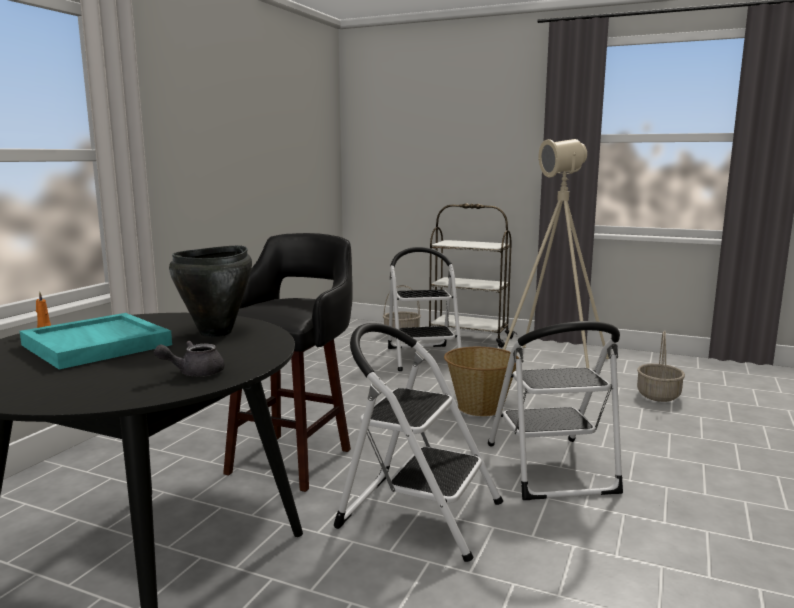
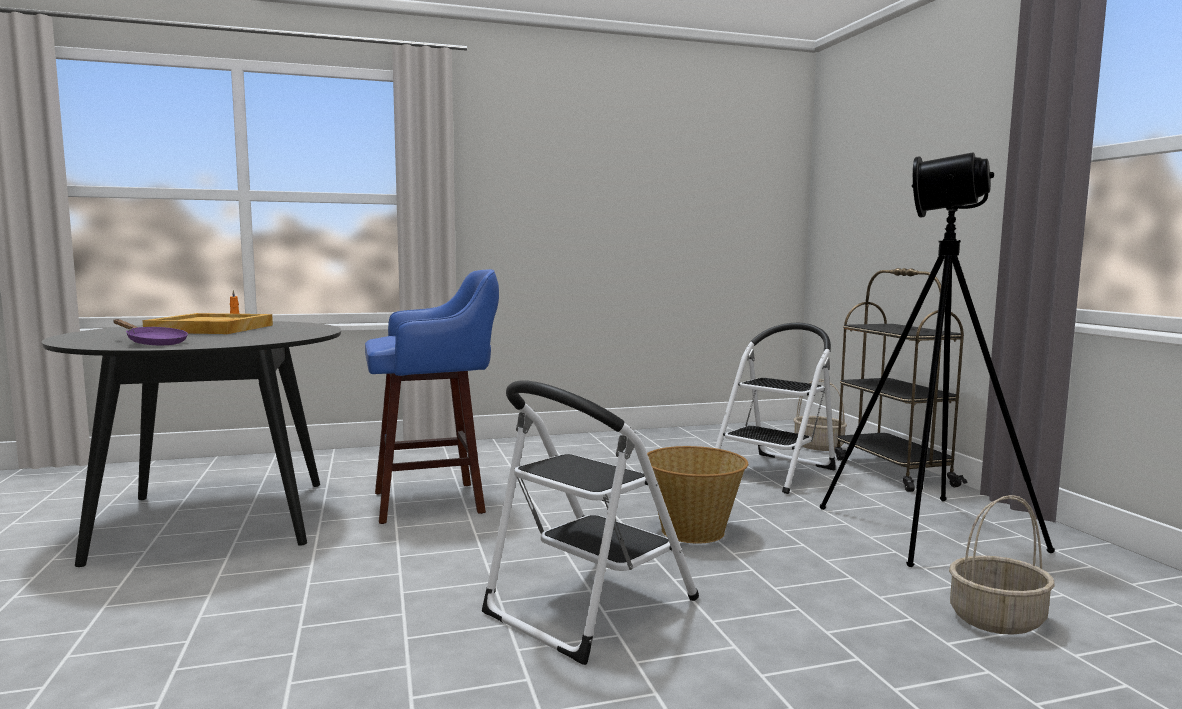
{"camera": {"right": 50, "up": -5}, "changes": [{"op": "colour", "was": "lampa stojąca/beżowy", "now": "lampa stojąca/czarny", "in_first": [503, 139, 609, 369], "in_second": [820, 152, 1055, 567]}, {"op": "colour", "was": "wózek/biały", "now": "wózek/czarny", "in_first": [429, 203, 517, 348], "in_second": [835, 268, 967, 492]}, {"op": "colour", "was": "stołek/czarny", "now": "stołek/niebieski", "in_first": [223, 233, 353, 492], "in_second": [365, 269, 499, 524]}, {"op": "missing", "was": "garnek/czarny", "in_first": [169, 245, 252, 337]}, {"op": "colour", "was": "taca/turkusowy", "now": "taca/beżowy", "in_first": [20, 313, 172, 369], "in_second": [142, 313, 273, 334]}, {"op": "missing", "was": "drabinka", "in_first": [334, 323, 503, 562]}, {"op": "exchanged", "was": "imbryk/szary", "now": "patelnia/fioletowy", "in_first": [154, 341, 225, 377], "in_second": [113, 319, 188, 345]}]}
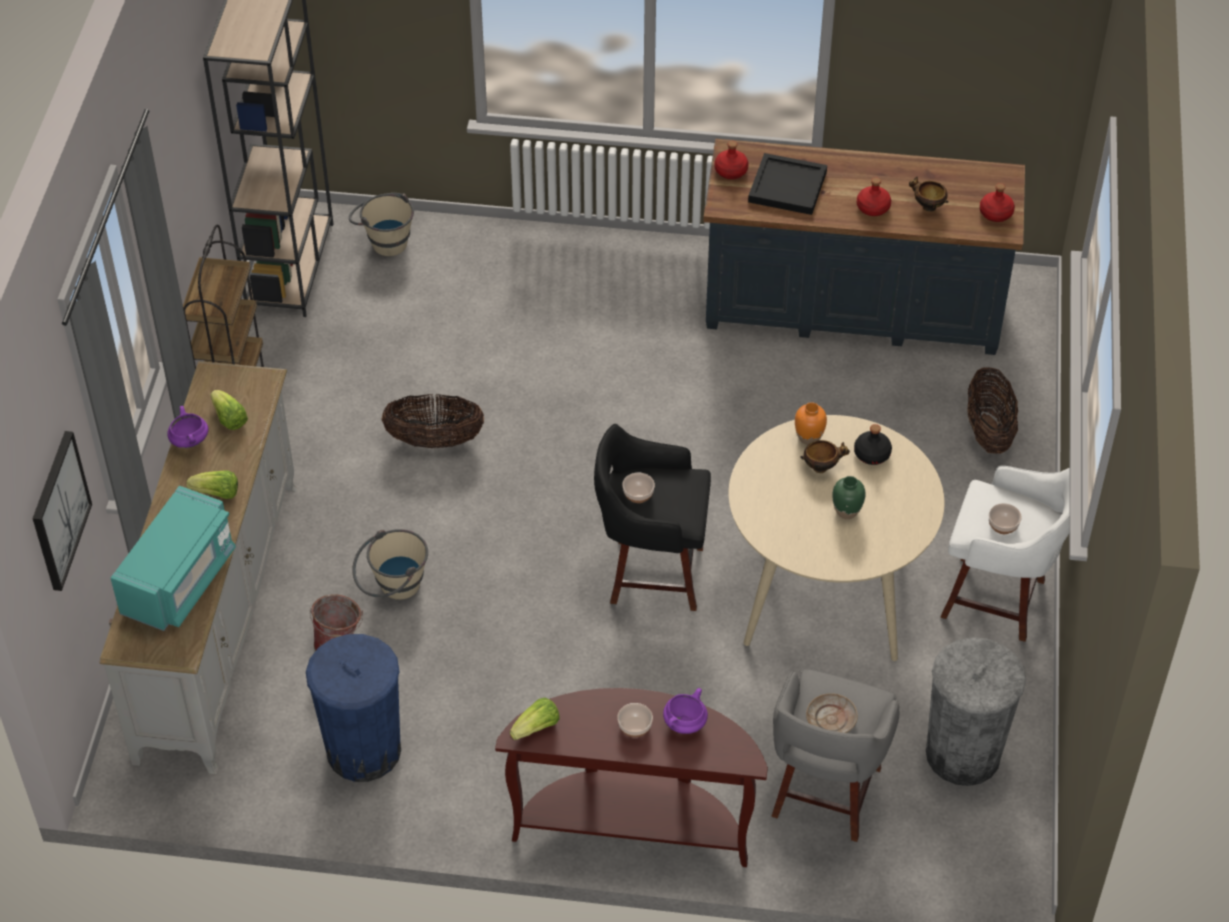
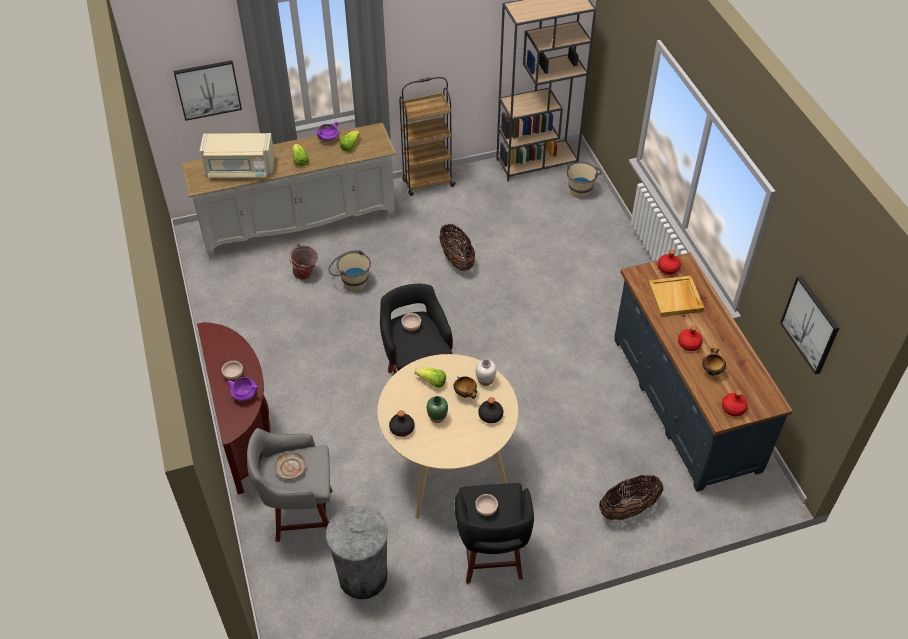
{"camera": {"right": 65, "up": 0}, "changes": [{"op": "colour", "was": "taca/czarny", "now": "taca/beżowy", "in_first": [748, 153, 827, 215], "in_second": [648, 276, 704, 317]}, {"op": "colour", "was": "wazon/pomarańczowy", "now": "wazon/biały", "in_first": [795, 402, 827, 445], "in_second": [476, 359, 496, 386]}, {"op": "colour", "was": "stołek/biały", "now": "stołek/czarny", "in_first": [941, 466, 1070, 642], "in_second": [455, 483, 534, 584]}, {"op": "colour", "was": "mikrofalówka/turkusowy", "now": "mikrofalówka/beżowy", "in_first": [111, 486, 236, 631], "in_second": [200, 133, 275, 178]}, {"op": "missing", "was": "kosz na śmieci/niebieski", "in_first": [306, 634, 401, 782]}, {"op": "relocated", "was": "sałata", "in_first": [510, 697, 560, 740], "in_second": [415, 367, 446, 388]}, {"op": "appeared", "now": "obraz", "in_second": [780, 276, 840, 375]}, {"op": "appeared", "now": "butelka/czarny", "in_second": [389, 410, 414, 437]}]}
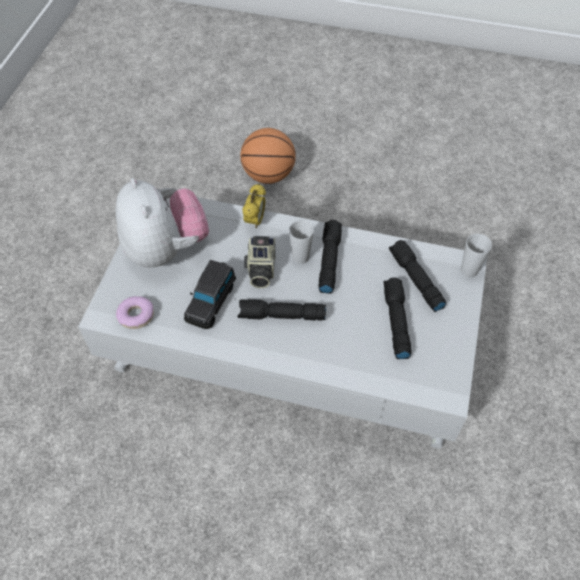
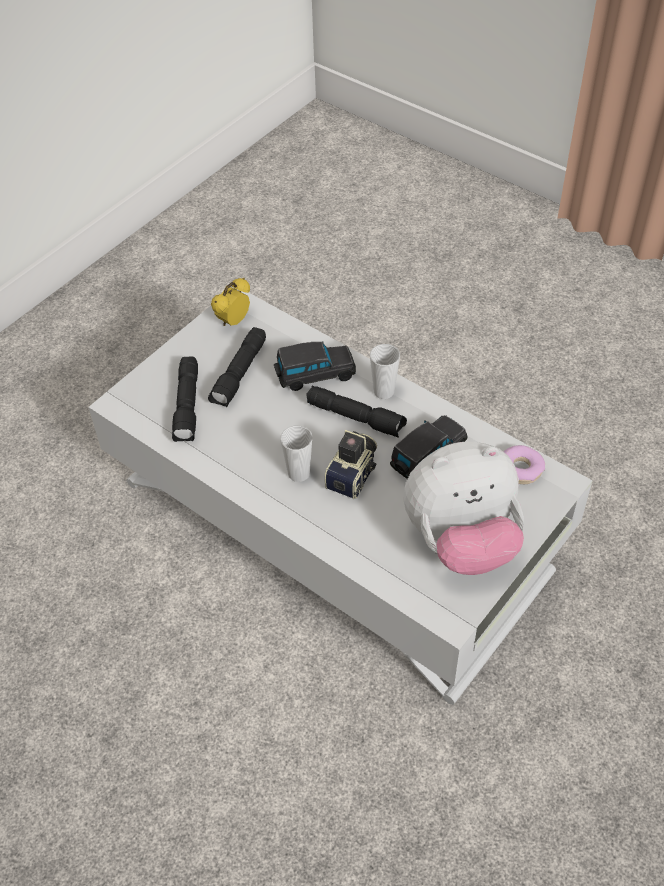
{"camera": {"right": -155, "up": -5}, "changes": [{"op": "missing", "was": "piłka do koszykówki", "in_first": [240, 128, 296, 184]}, {"op": "spun", "was": "pluszak", "in_first": [115, 178, 209, 267], "in_second": [403, 442, 524, 575], "clockwise": -105}, {"op": "relocated", "was": "budzik", "in_first": [242, 184, 266, 228], "in_second": [211, 278, 250, 326]}, {"op": "missing", "was": "latarka/czarny", "in_first": [318, 220, 342, 294]}, {"op": "relocated", "was": "filiżanka", "in_first": [461, 234, 492, 278], "in_second": [370, 344, 400, 399]}, {"op": "appeared", "now": "samochodzik/czarny", "in_second": [274, 341, 356, 391]}]}
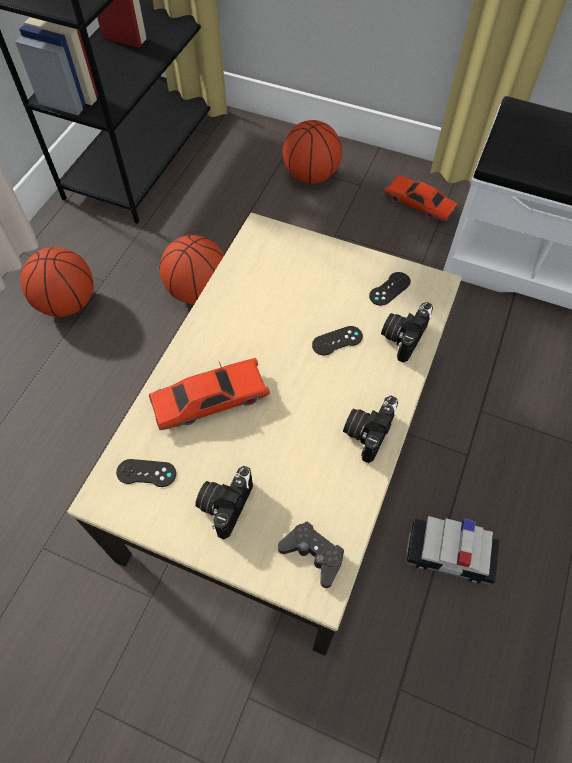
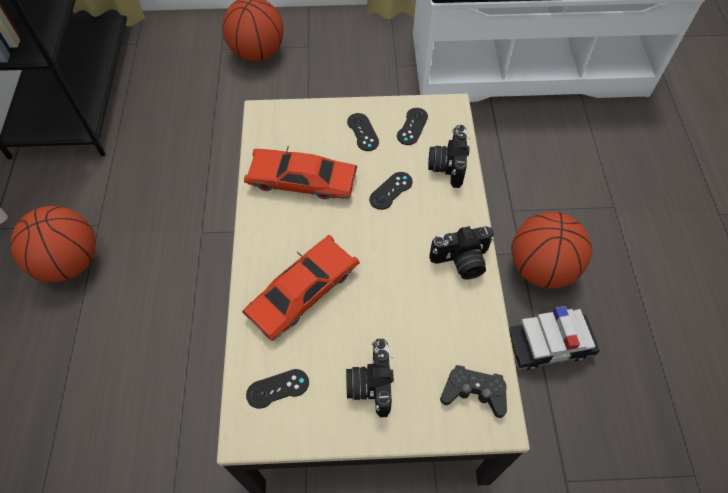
{"camera": {"right": -25, "up": 0}, "changes": [{"op": "relocated", "was": "samochodzik/czerwony", "in_first": [384, 174, 458, 222], "in_second": [244, 147, 357, 199]}, {"op": "relocated", "was": "piłka do koszykówki", "in_first": [159, 235, 224, 304], "in_second": [511, 212, 592, 288]}, {"op": "spun", "was": "aparat fotograficzny", "in_first": [343, 395, 398, 463], "in_second": [429, 226, 494, 280], "clockwise": -105}, {"op": "appeared", "now": "pad do gier/czarny", "in_second": [347, 113, 379, 151]}]}
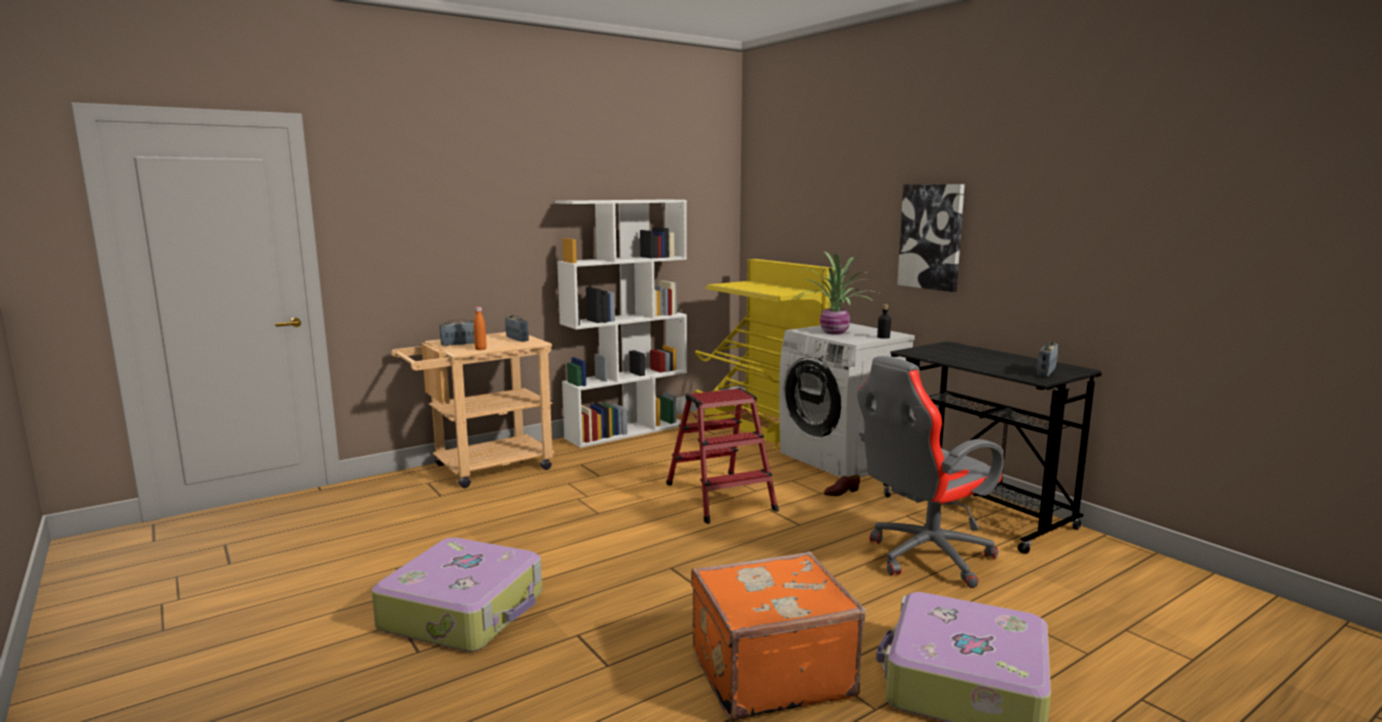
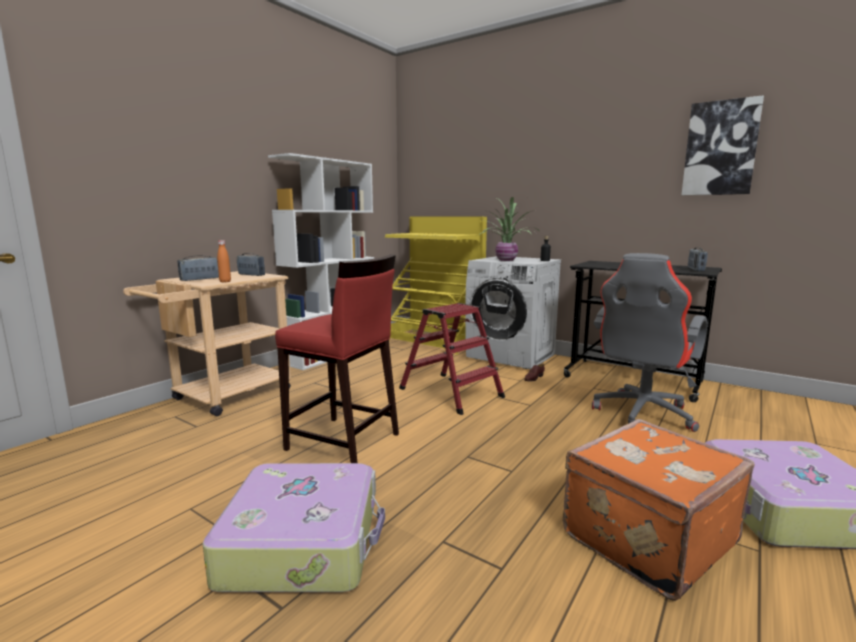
{"camera": {"right": -20, "up": 0}, "changes": [{"op": "relocated", "was": "obraz", "in_first": [897, 184, 965, 292], "in_second": [681, 95, 764, 195]}, {"op": "appeared", "now": "stołek/czerwony", "in_second": [275, 254, 399, 463]}]}
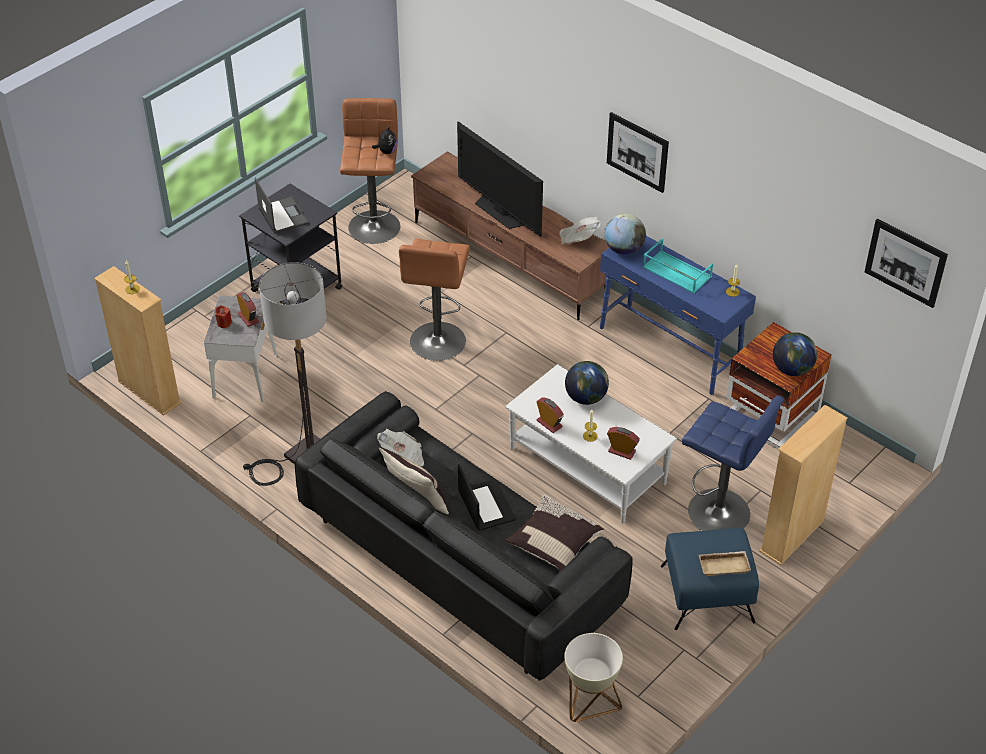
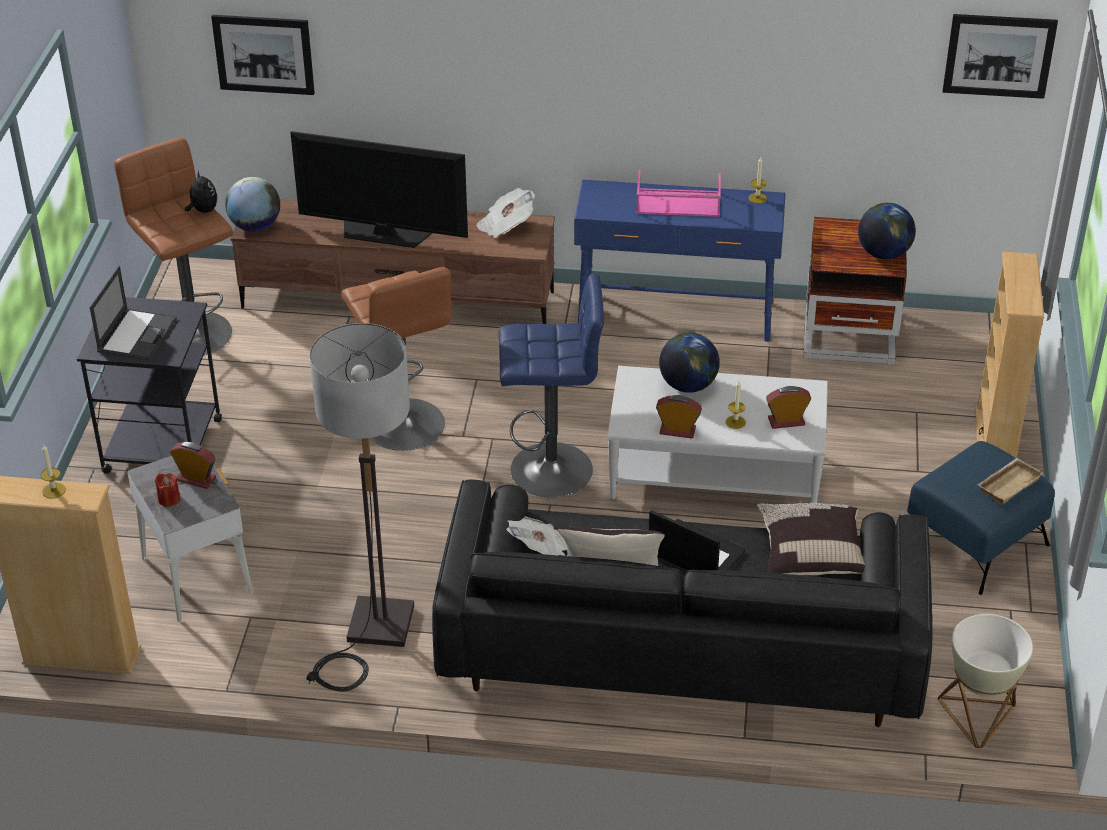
{"camera": {"right": -35, "up": -5}, "changes": [{"op": "relocated", "was": "obraz", "in_first": [607, 112, 669, 193], "in_second": [211, 15, 315, 95]}, {"op": "spun", "was": "laptop", "in_first": [255, 177, 309, 234], "in_second": [90, 266, 177, 361], "clockwise": 75}, {"op": "relocated", "was": "globus", "in_first": [605, 214, 646, 255], "in_second": [225, 177, 280, 232]}, {"op": "colour", "was": "taca/turkusowy", "now": "taca/różowy", "in_first": [643, 238, 713, 293], "in_second": [636, 171, 721, 217]}, {"op": "relocated", "was": "stołek/niebieski", "in_first": [682, 395, 784, 531], "in_second": [499, 274, 604, 497]}]}
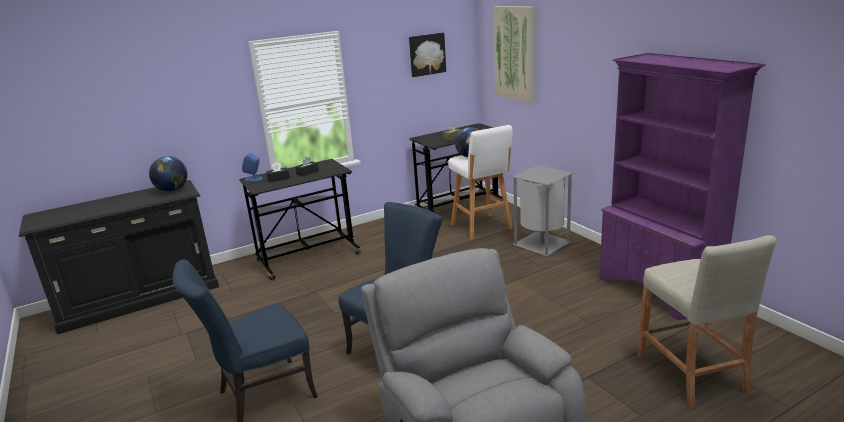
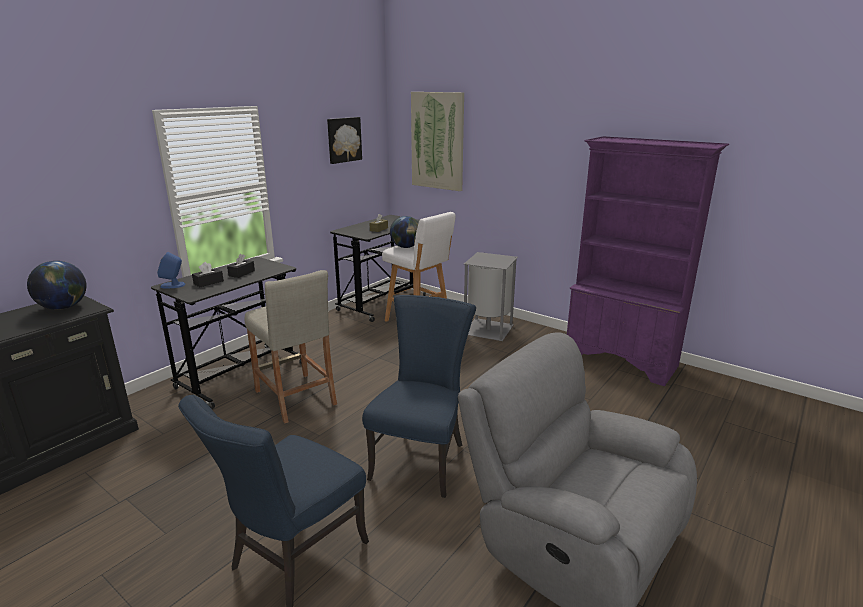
{"camera": {"right": -25, "up": 0}, "changes": [{"op": "relocated", "was": "stołek/beżowy", "in_first": [637, 235, 777, 408], "in_second": [244, 270, 337, 423]}]}
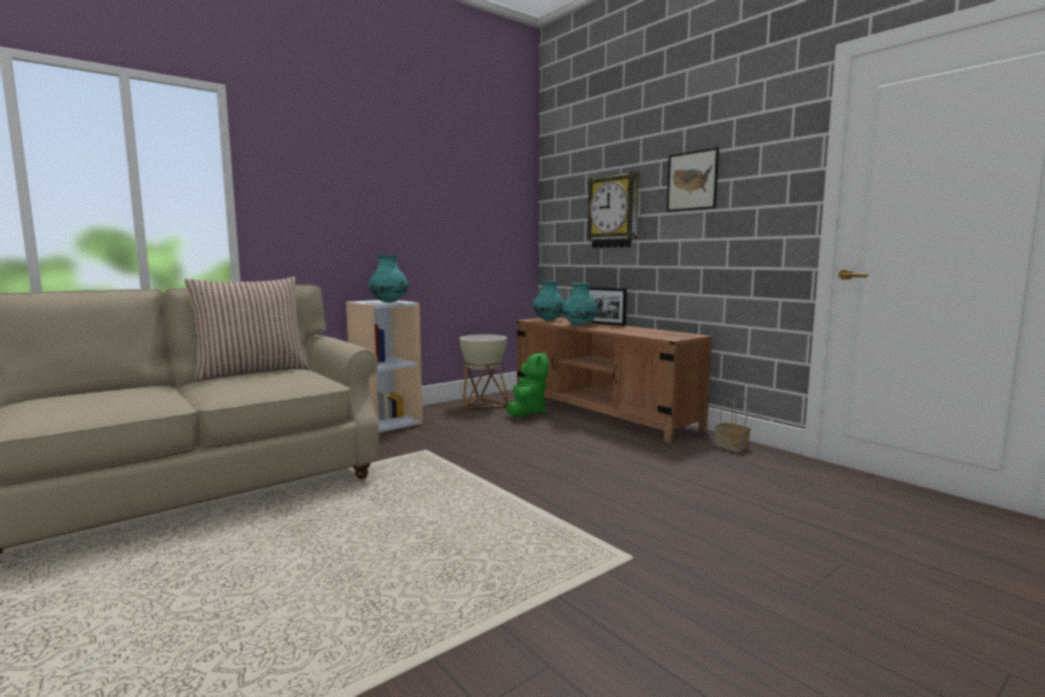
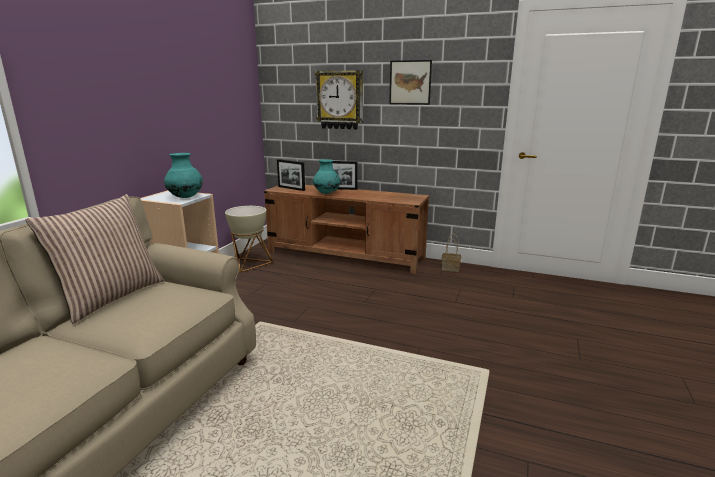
{"camera": {"right": -30, "up": 10}, "changes": [{"op": "exchanged", "was": "wazon/turkusowy", "now": "ramka na zdjęcie", "in_first": [533, 281, 565, 321], "in_second": [277, 159, 305, 191]}, {"op": "missing", "was": "pluszak/zielony", "in_first": [506, 351, 549, 417]}]}
